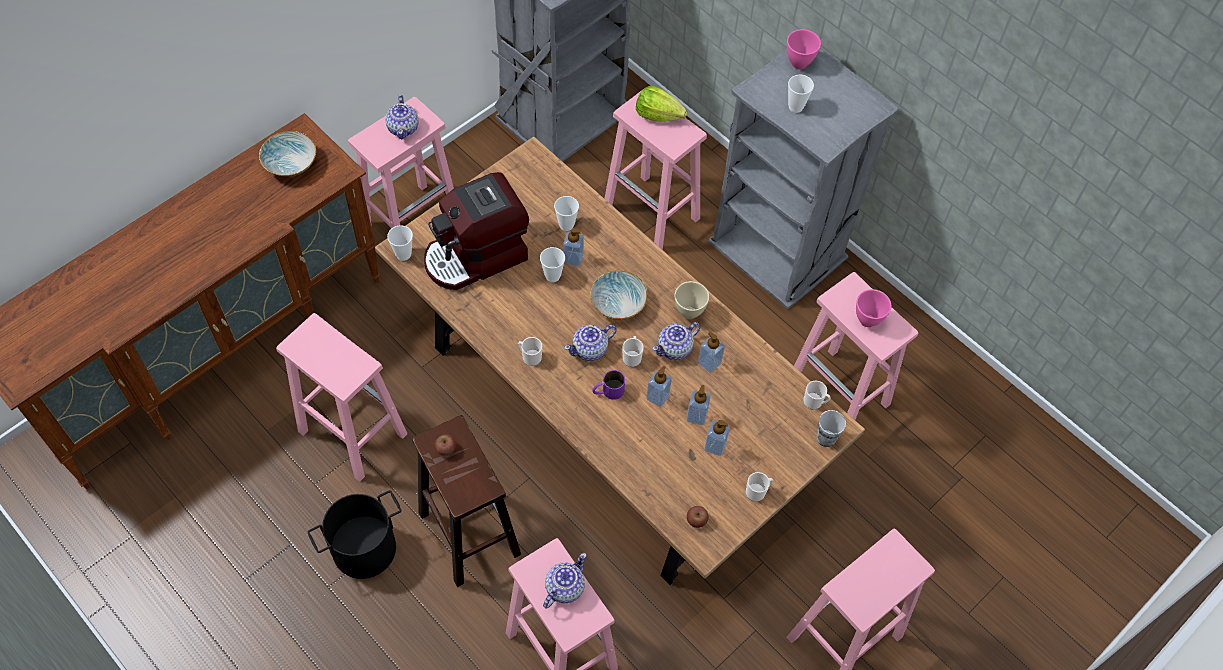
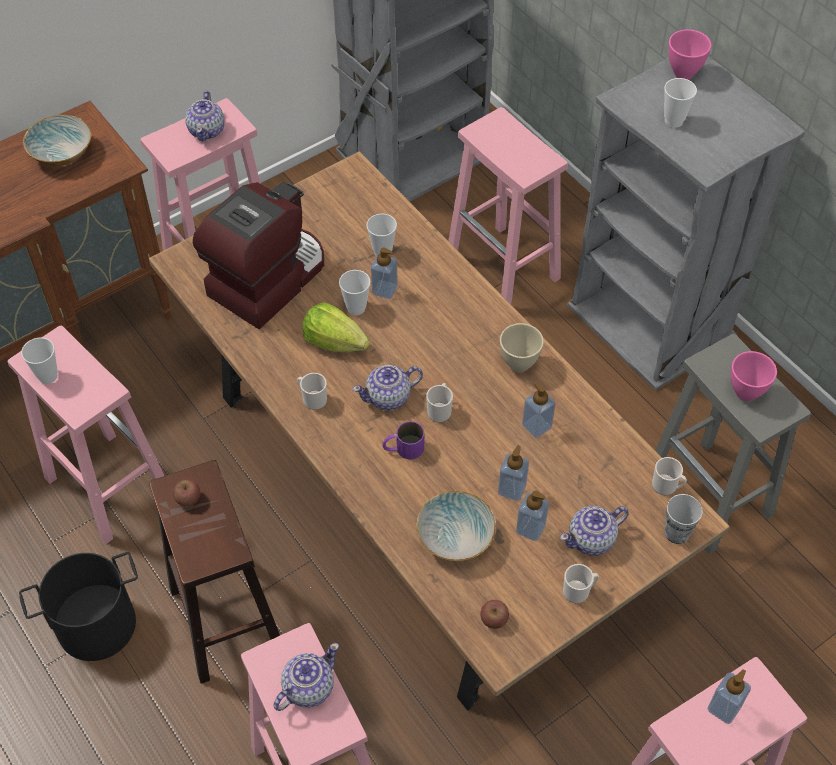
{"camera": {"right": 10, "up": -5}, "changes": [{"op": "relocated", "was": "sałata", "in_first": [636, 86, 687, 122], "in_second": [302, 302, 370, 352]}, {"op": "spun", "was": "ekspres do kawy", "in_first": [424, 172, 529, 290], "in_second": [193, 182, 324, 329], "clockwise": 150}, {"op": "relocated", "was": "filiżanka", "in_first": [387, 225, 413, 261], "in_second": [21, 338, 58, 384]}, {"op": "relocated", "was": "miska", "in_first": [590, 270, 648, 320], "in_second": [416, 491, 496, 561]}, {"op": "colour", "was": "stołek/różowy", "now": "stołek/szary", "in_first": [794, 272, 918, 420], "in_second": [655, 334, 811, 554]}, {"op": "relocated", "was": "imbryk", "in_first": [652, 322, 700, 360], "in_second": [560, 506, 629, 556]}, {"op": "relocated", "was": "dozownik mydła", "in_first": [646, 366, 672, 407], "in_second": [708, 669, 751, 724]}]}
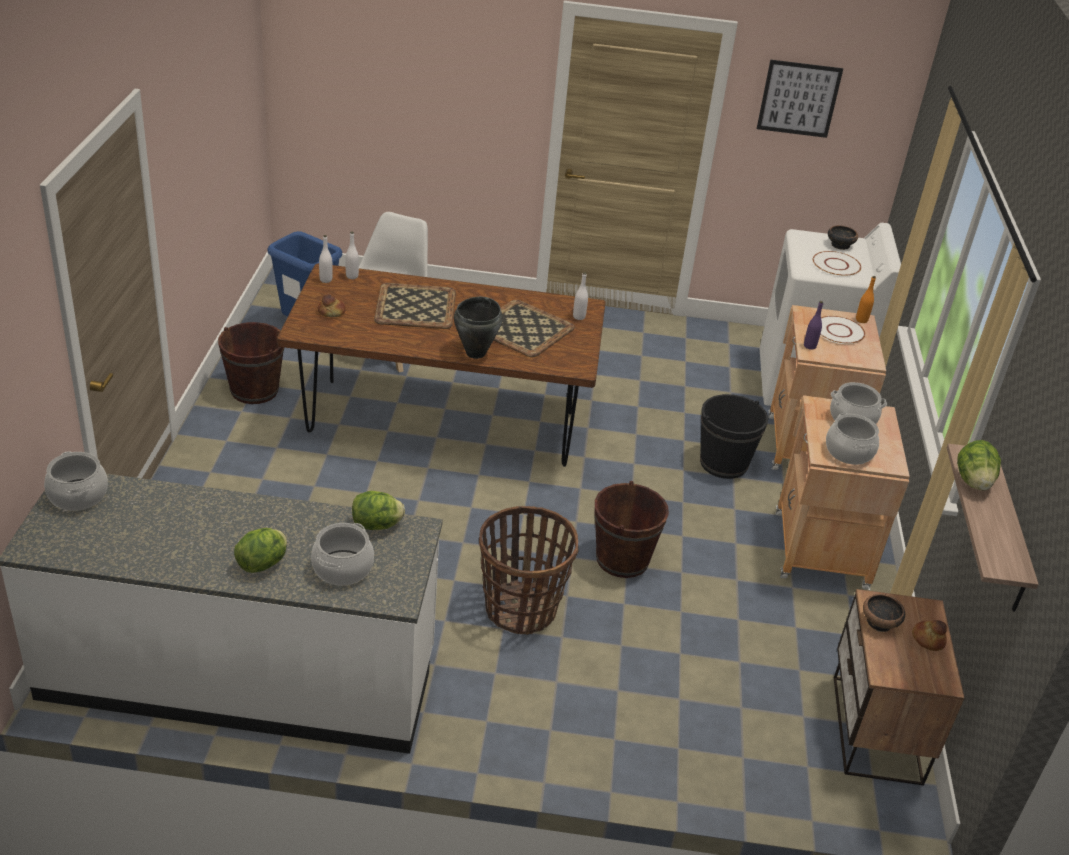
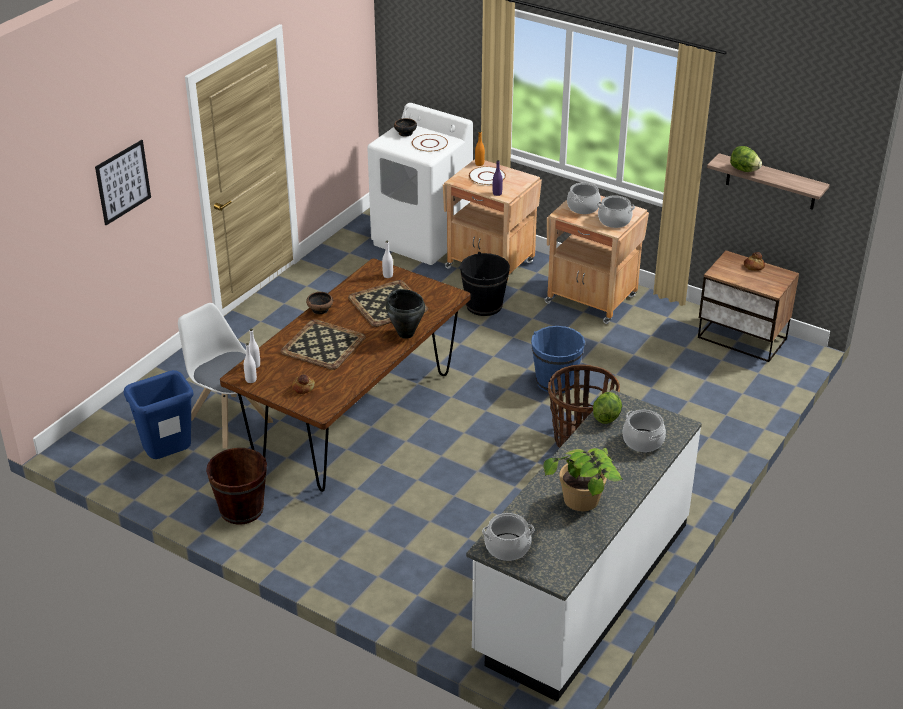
{"camera": {"right": -60, "up": 0}, "changes": [{"op": "relocated", "was": "obraz", "in_first": [757, 60, 843, 138], "in_second": [95, 140, 151, 225]}, {"op": "colour", "was": "wiadro/brązowy", "now": "wiadro/niebieski", "in_first": [595, 481, 669, 578], "in_second": [531, 326, 585, 393]}, {"op": "missing", "was": "sałata", "in_first": [234, 528, 287, 573]}, {"op": "relocated", "was": "miska", "in_first": [863, 594, 905, 632], "in_second": [306, 292, 333, 314]}, {"op": "appeared", "now": "roślina doniczkowa", "in_second": [543, 448, 623, 511]}]}
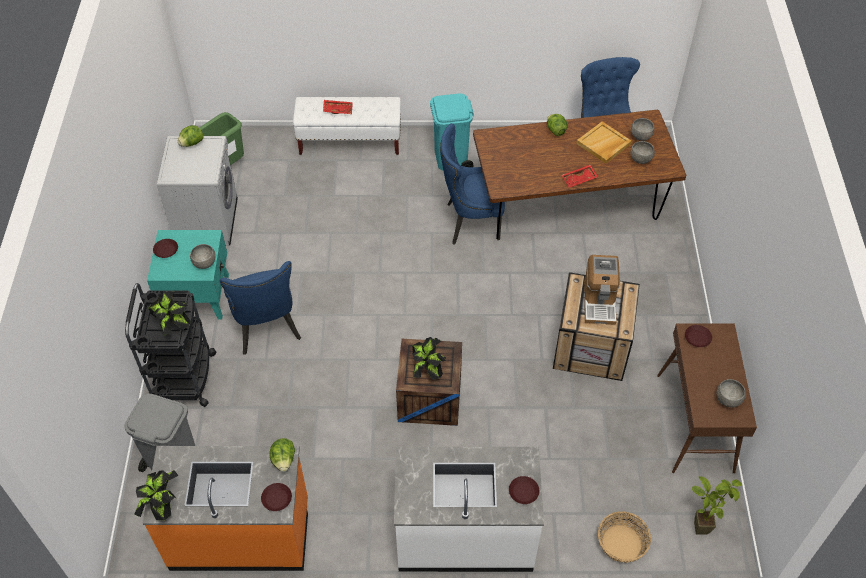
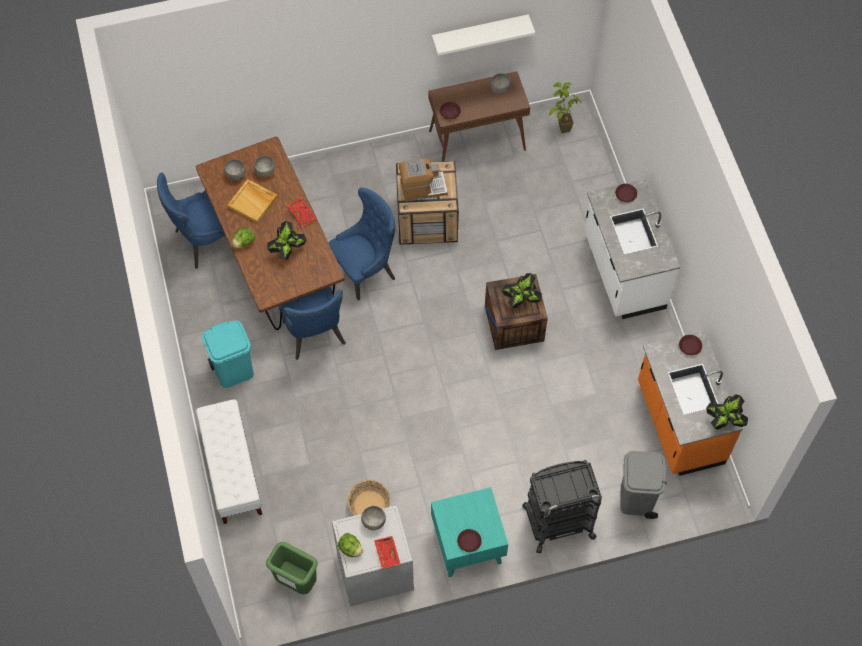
{"camera": {"right": -105, "up": 10}, "changes": [{"op": "relocated", "was": "taca/czerwony", "in_first": [323, 100, 353, 114], "in_second": [374, 536, 400, 569]}, {"op": "relocated", "was": "miska/szary", "in_first": [190, 244, 215, 269], "in_second": [361, 506, 386, 530]}, {"op": "relocated", "was": "krzesło/niebieski", "in_first": [220, 261, 301, 355], "in_second": [328, 188, 395, 301]}, {"op": "relocated", "was": "roślina doniczkowa", "in_first": [148, 291, 191, 335], "in_second": [267, 221, 307, 260]}, {"op": "missing", "was": "sałata", "in_first": [270, 438, 295, 472]}, {"op": "relocated", "was": "koszyk", "in_first": [598, 511, 651, 563], "in_second": [347, 480, 390, 516]}, {"op": "appeared", "now": "półka/biały", "in_second": [432, 14, 535, 56]}]}
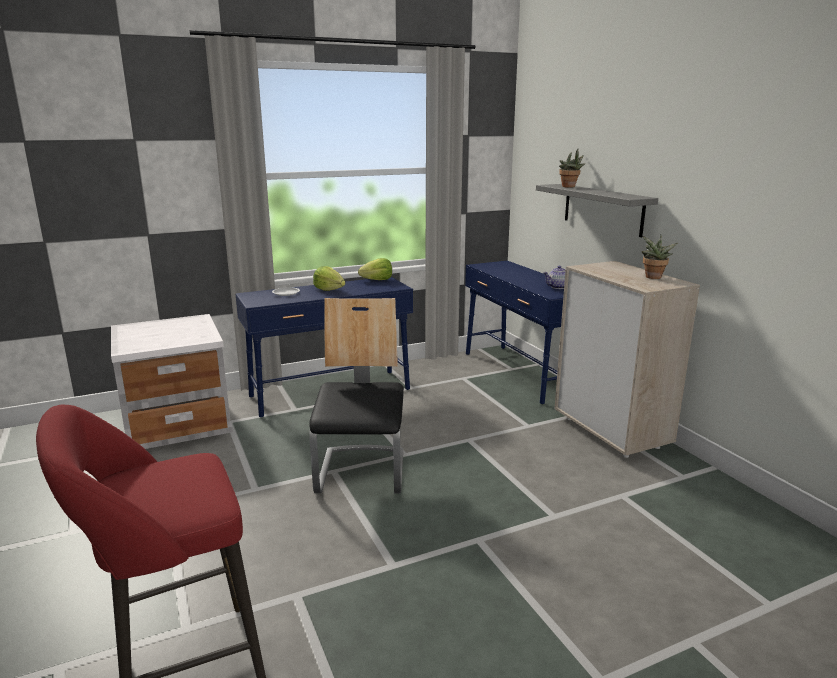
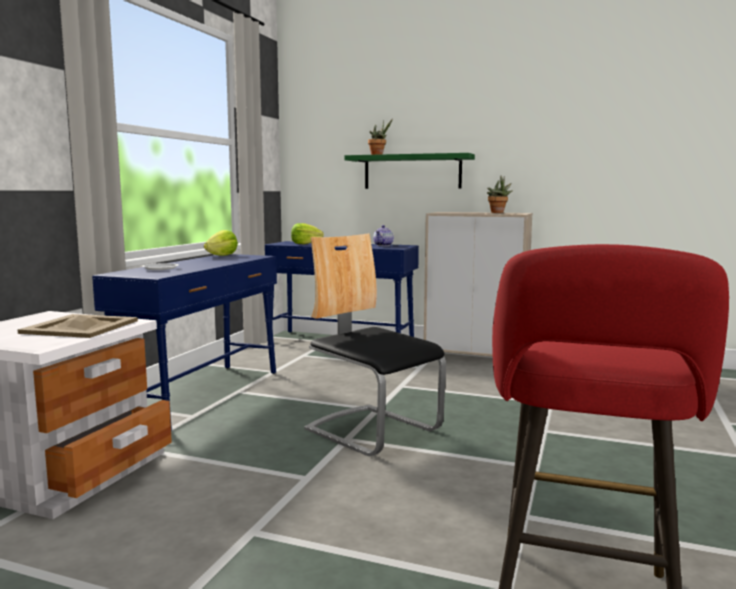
{"camera": {"right": -45, "up": -10}, "changes": [{"op": "colour", "was": "półka/szary", "now": "półka/zielony", "in_first": [536, 184, 658, 237], "in_second": [345, 153, 475, 189]}, {"op": "relocated", "was": "sałata", "in_first": [313, 266, 345, 291], "in_second": [291, 223, 324, 244]}, {"op": "appeared", "now": "taca/beżowy", "in_second": [18, 314, 138, 338]}]}
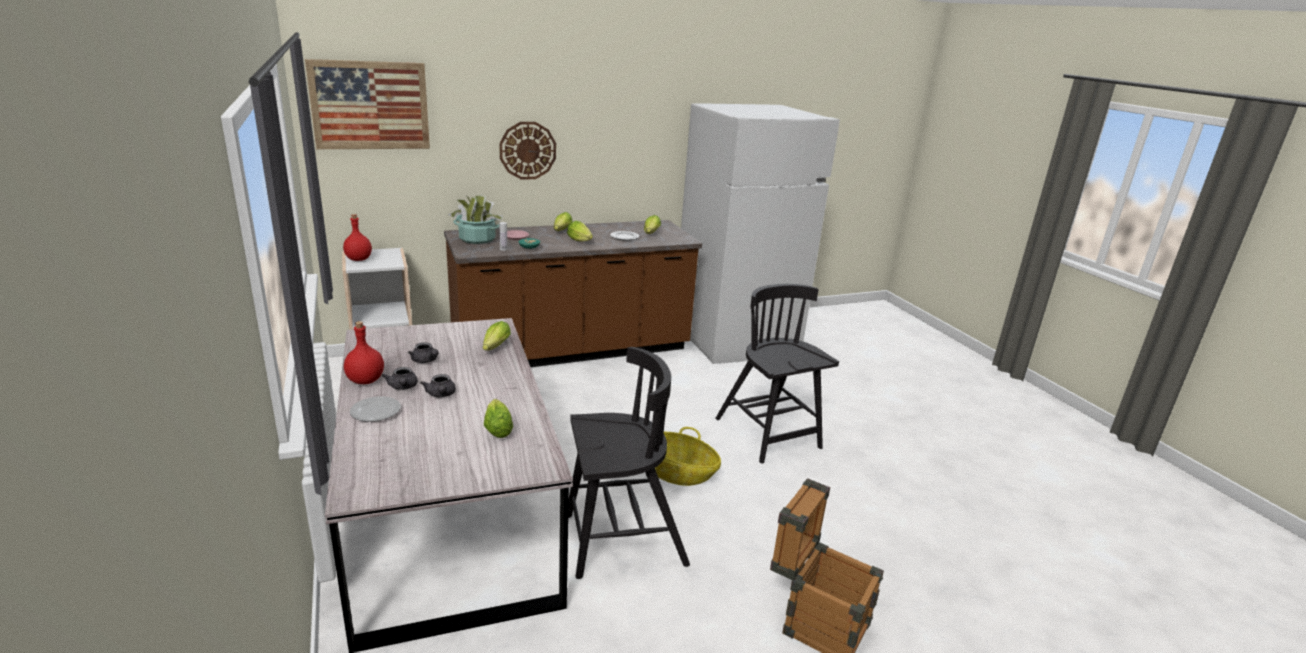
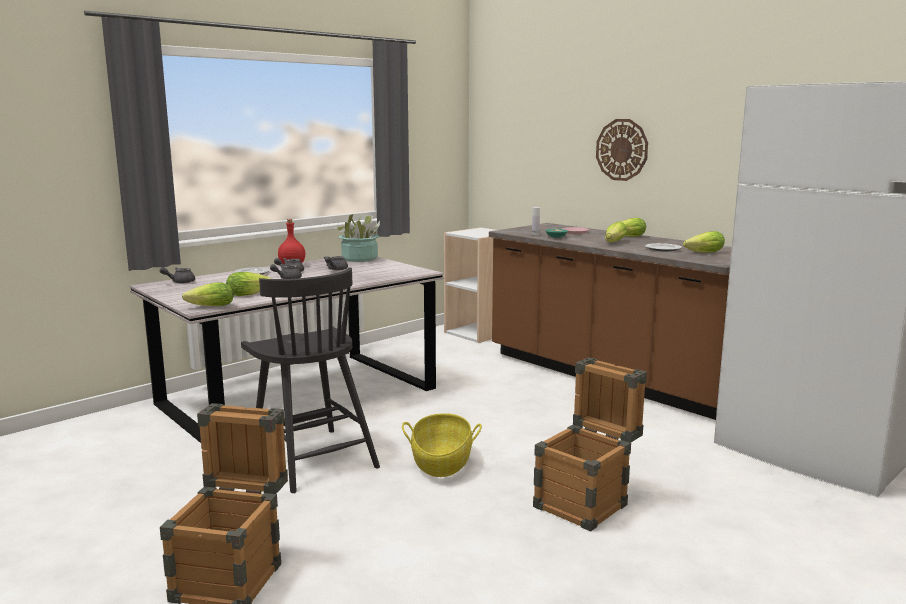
{"camera": {"right": 70, "up": -10}, "changes": [{"op": "missing", "was": "obraz", "in_first": [305, 59, 430, 149]}, {"op": "relocated", "was": "roślina doniczkowa", "in_first": [448, 195, 503, 244], "in_second": [333, 214, 380, 262]}, {"op": "missing", "was": "butelka/czerwony", "in_first": [343, 214, 372, 261]}, {"op": "exchanged", "was": "krzesło/czarny", "now": "skrzynka", "in_first": [715, 284, 839, 464], "in_second": [533, 357, 647, 531]}, {"op": "relocated", "was": "sałata", "in_first": [483, 321, 511, 350], "in_second": [182, 282, 233, 306]}, {"op": "appeared", "now": "imbryk/szary", "in_second": [159, 267, 195, 284]}]}
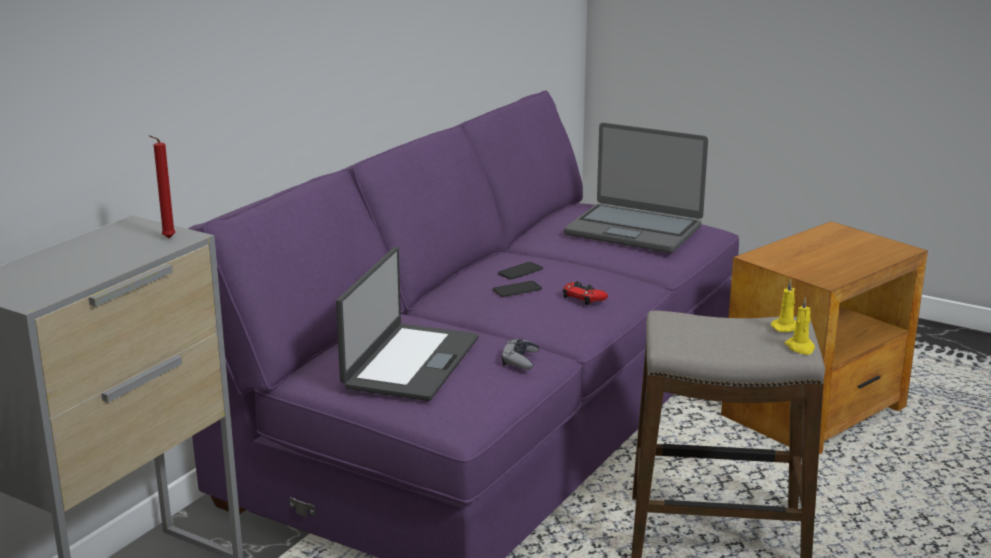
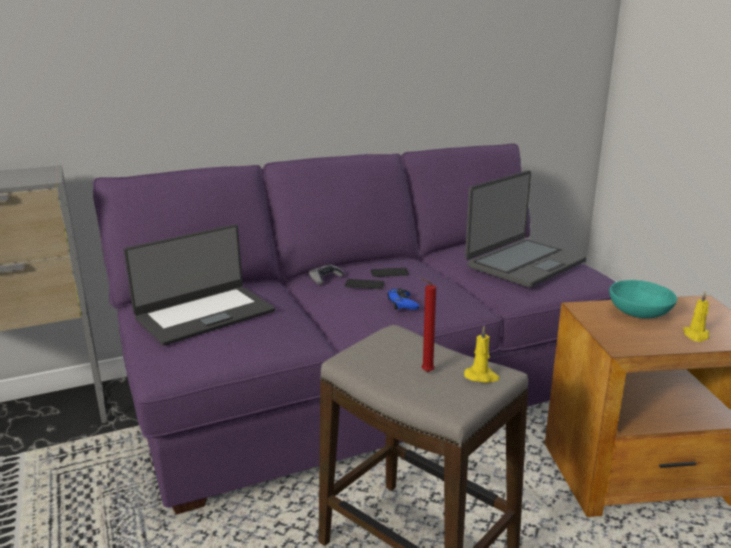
{"camera": {"right": 35, "up": 0}, "changes": [{"op": "spun", "was": "laptop", "in_first": [564, 123, 708, 253], "in_second": [465, 170, 587, 288], "clockwise": -105}, {"op": "relocated", "was": "świeca/czerwony", "in_first": [149, 135, 175, 238], "in_second": [421, 278, 436, 372]}, {"op": "colour", "was": "pad do gier/czerwony", "now": "pad do gier/niebieski", "in_first": [563, 281, 608, 305], "in_second": [387, 288, 420, 310]}, {"op": "relocated", "was": "świeca/żółty", "in_first": [785, 297, 815, 355], "in_second": [683, 292, 710, 342]}, {"op": "relocated", "was": "pad do gier/szary", "in_first": [501, 339, 539, 370], "in_second": [309, 264, 344, 285]}, {"op": "appeared", "now": "miska/turkusowy", "in_second": [609, 280, 677, 318]}]}
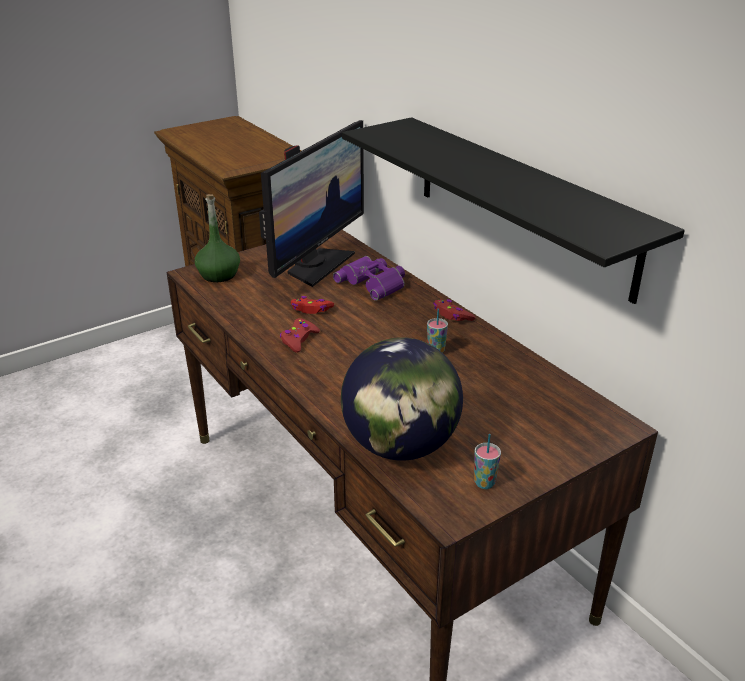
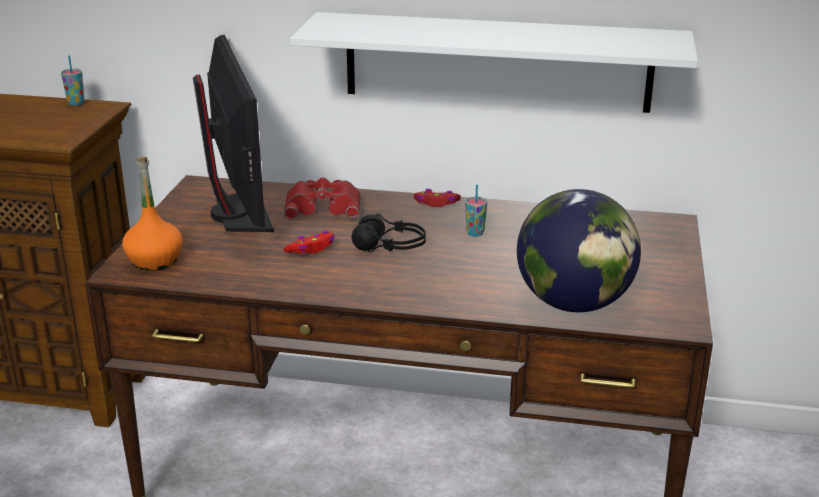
{"camera": {"right": -45, "up": -5}, "changes": [{"op": "colour", "was": "półka/czarny", "now": "półka/biały", "in_first": [342, 117, 685, 304], "in_second": [290, 12, 698, 113]}, {"op": "colour", "was": "butelka/zielony", "now": "butelka/pomarańczowy", "in_first": [195, 194, 240, 282], "in_second": [122, 157, 183, 271]}, {"op": "colour", "was": "lornetka/fioletowy", "now": "lornetka/czerwony", "in_first": [333, 256, 405, 301], "in_second": [284, 177, 361, 220]}, {"op": "missing", "was": "pad do gier/czerwony", "in_first": [280, 318, 320, 353]}, {"op": "relocated", "was": "filiżanka", "in_first": [474, 434, 501, 489], "in_second": [61, 55, 84, 106]}, {"op": "appeared", "now": "słuchawki/czarny", "in_second": [351, 214, 426, 252]}]}
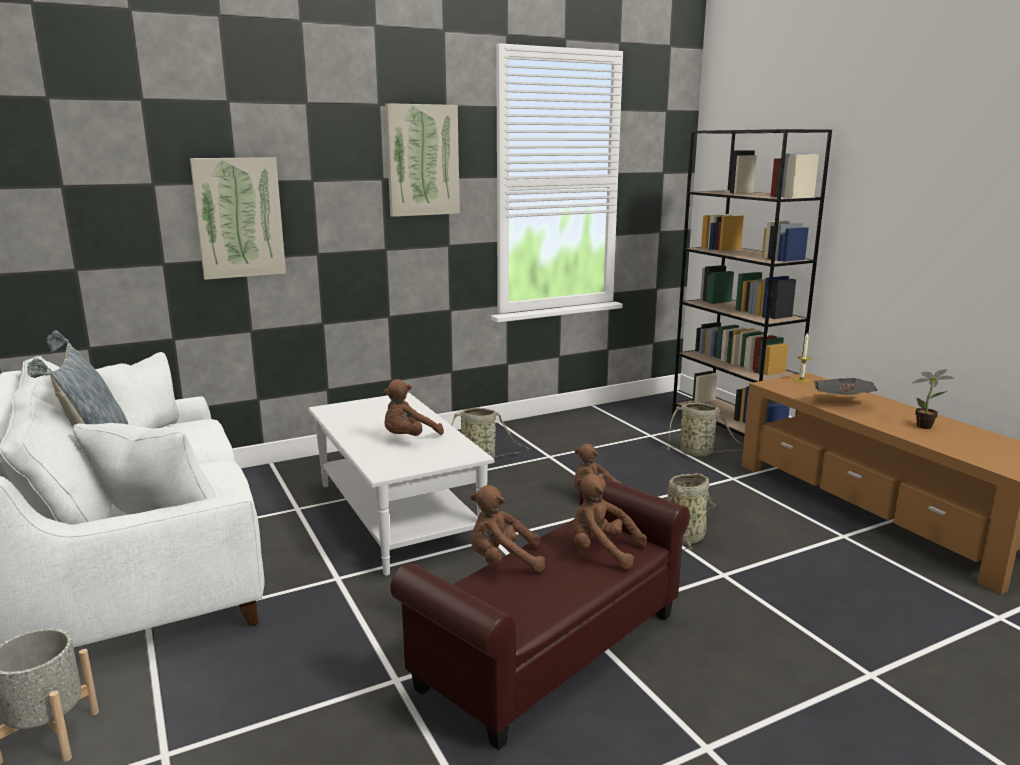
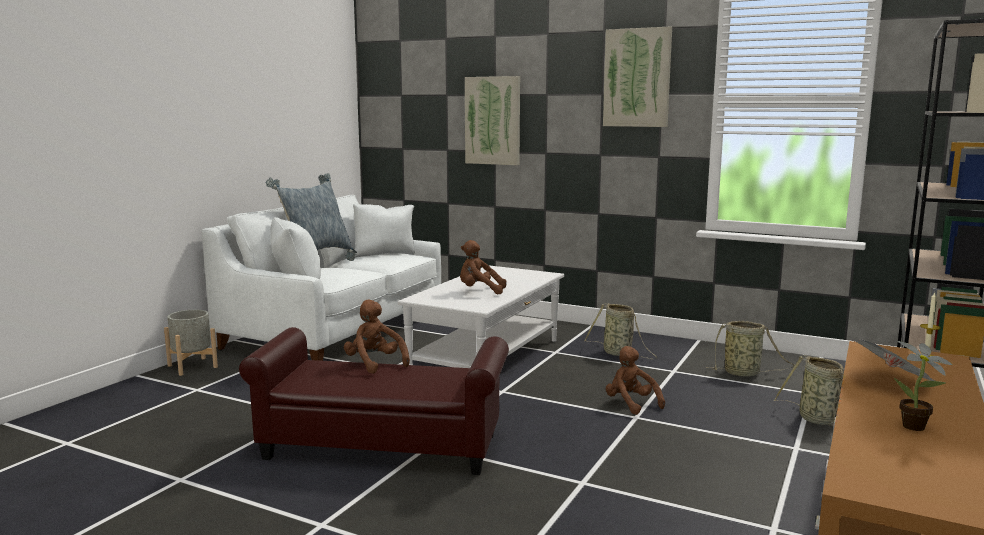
{"camera": {"right": 55, "up": -5}, "changes": [{"op": "relocated", "was": "koszyk", "in_first": [667, 473, 716, 550], "in_second": [706, 321, 795, 377]}, {"op": "missing", "was": "pluszak/brązowy", "in_first": [572, 474, 647, 569]}]}
